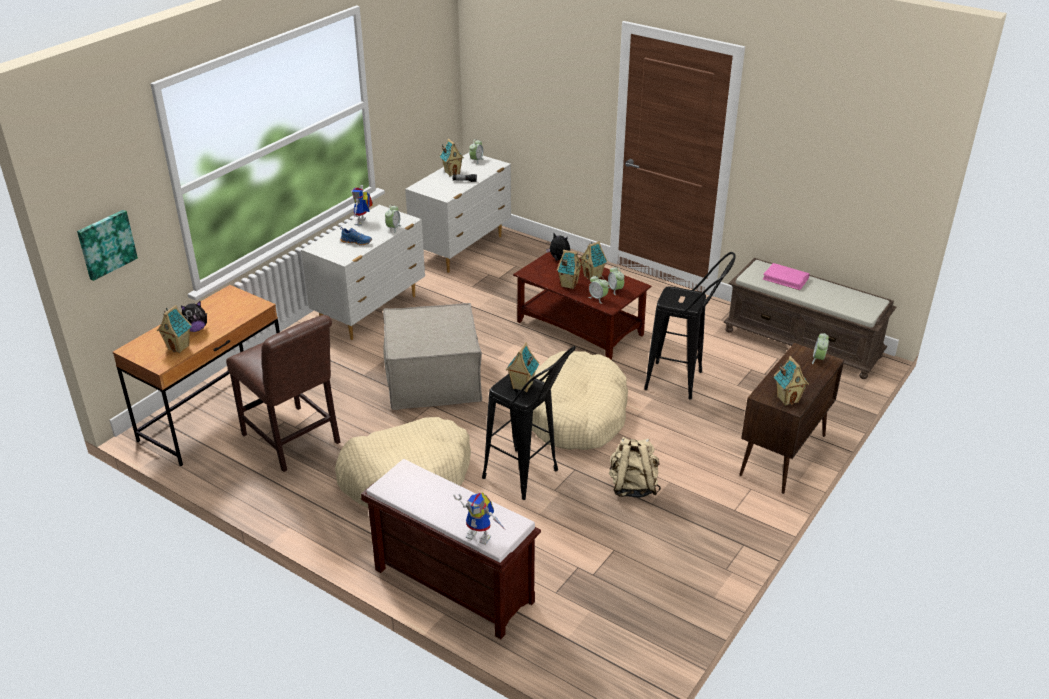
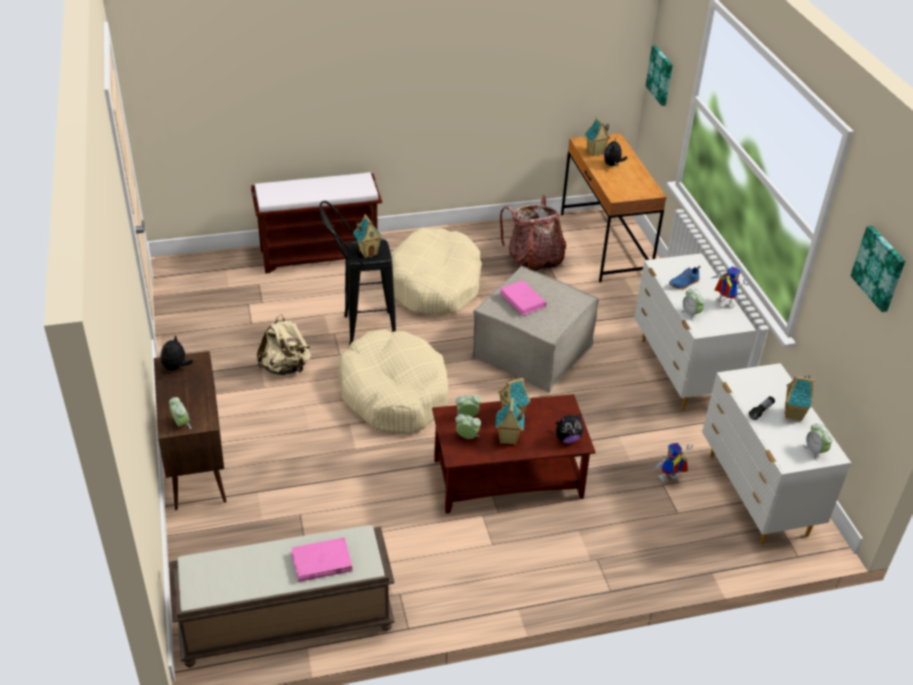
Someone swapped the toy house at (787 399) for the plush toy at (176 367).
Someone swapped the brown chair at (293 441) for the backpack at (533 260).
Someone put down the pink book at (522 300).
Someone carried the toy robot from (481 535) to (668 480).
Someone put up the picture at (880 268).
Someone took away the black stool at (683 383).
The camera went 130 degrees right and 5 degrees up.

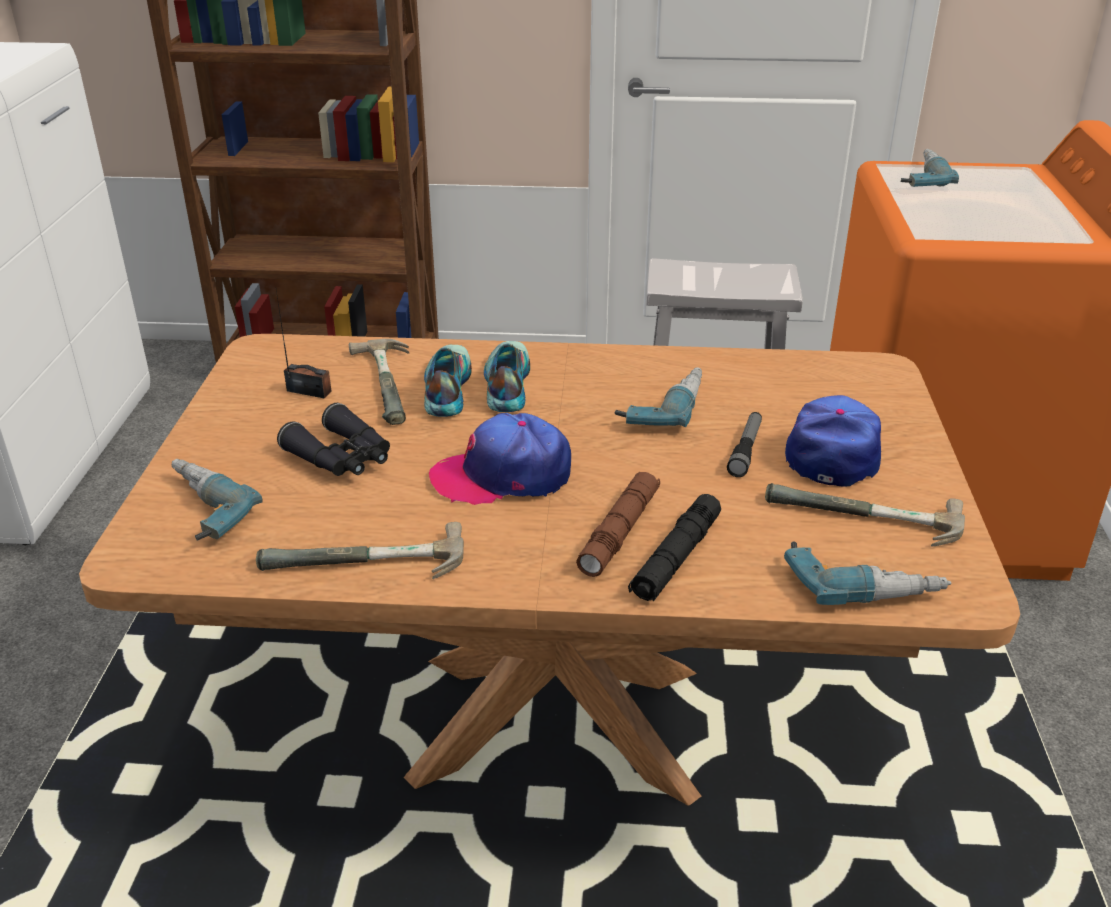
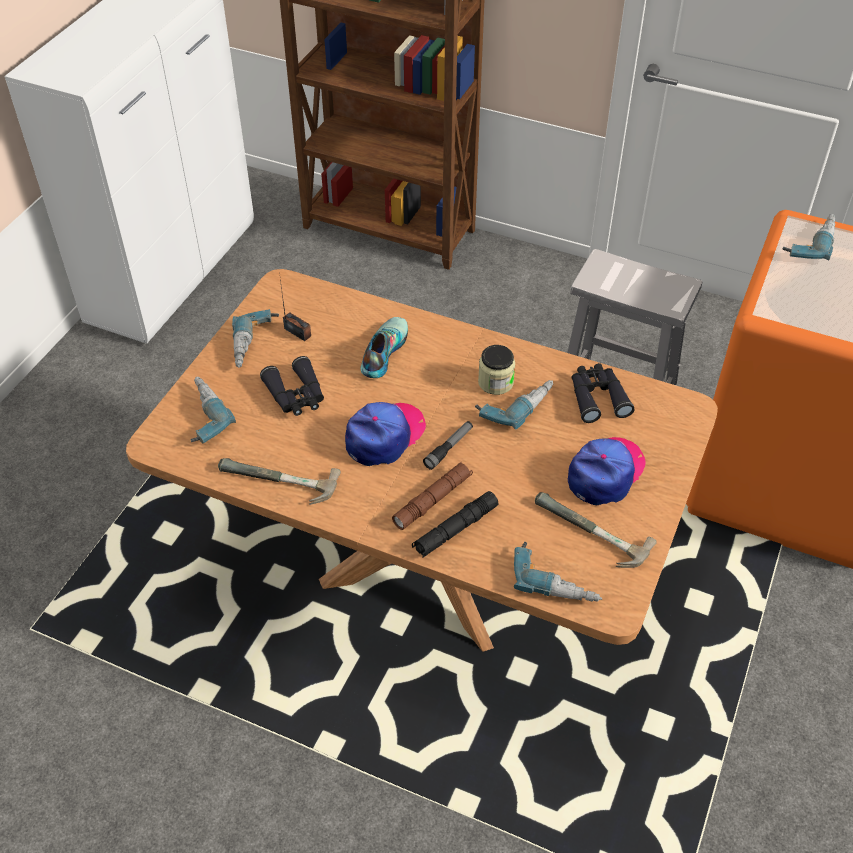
Someone put down the power drill at (256 345).
Someone rotated the cap at (502 475) by 120 degrees clockwise.
Someone carried the flashlight from (745 450) to (449 448).
Someone put down the jar at (495 382).
Someone put down the black binoculars at (597 397).
Someone took away the hammer at (394 383).
Someone took away the shoe at (505 384).
The camera went 20 degrees right and 15 degrees up.

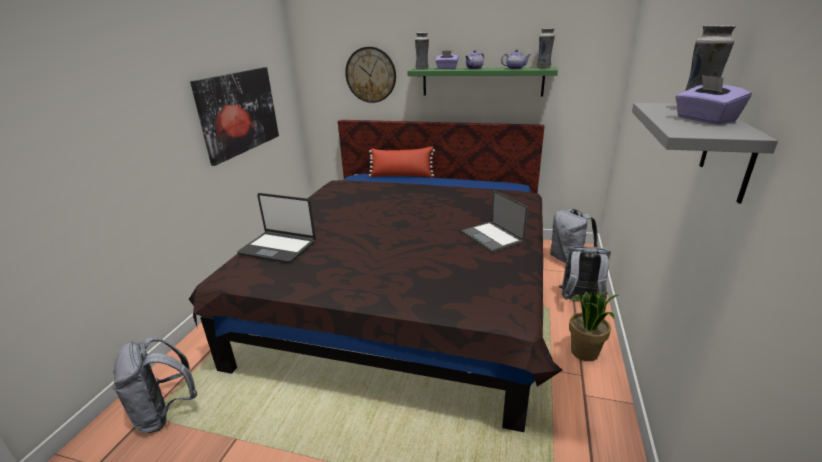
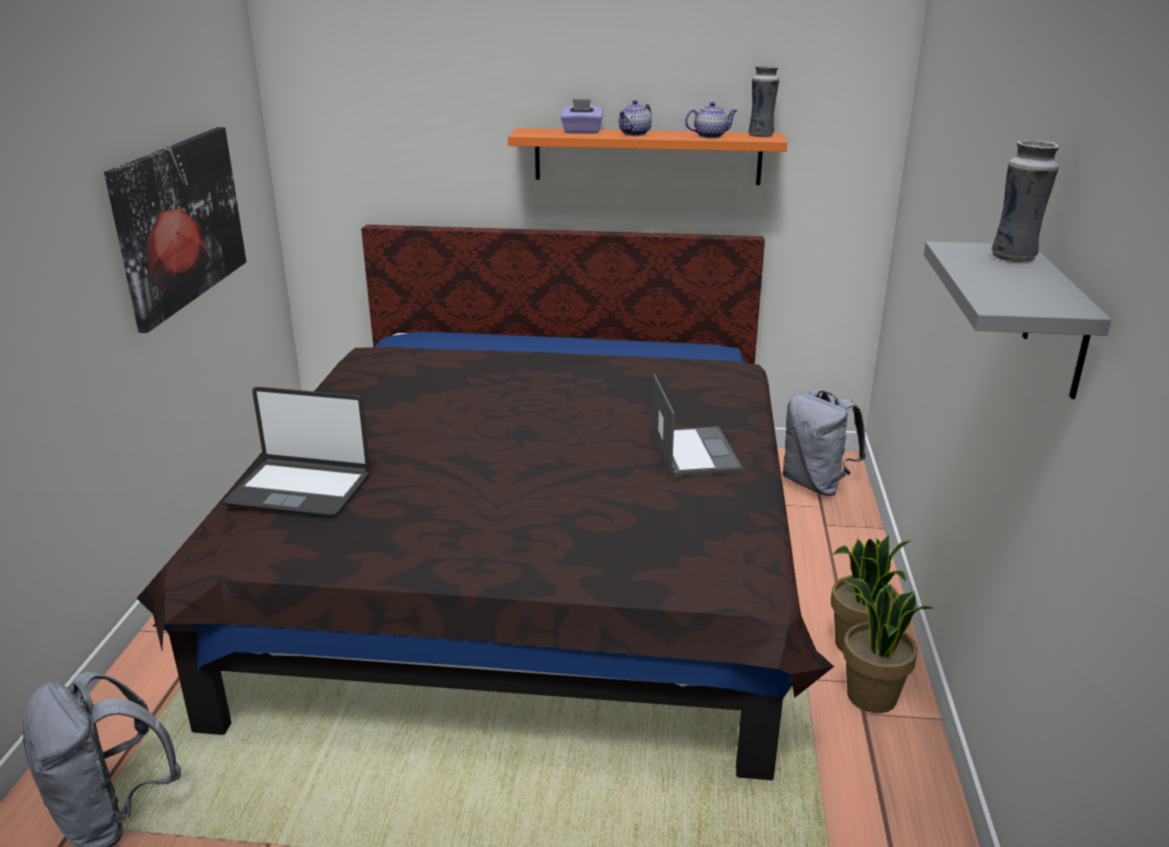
Someone repainted the green shelf at (481 82), which became the orange shelf at (647 156).
Someone rotated the laptop at (492 237) by 150 degrees counterclockwise.
Someone put down the potted plant at (871 697).
Someone took away the wall clock at (371 75).
Someone took away the red pillow at (401 176).
Someone took away the vase at (422 69).
Someone took away the grey backpack at (580 302).
Someone took away the purple tissue box at (704 120).
The camera went 10 degrees left and 0 degrees up.

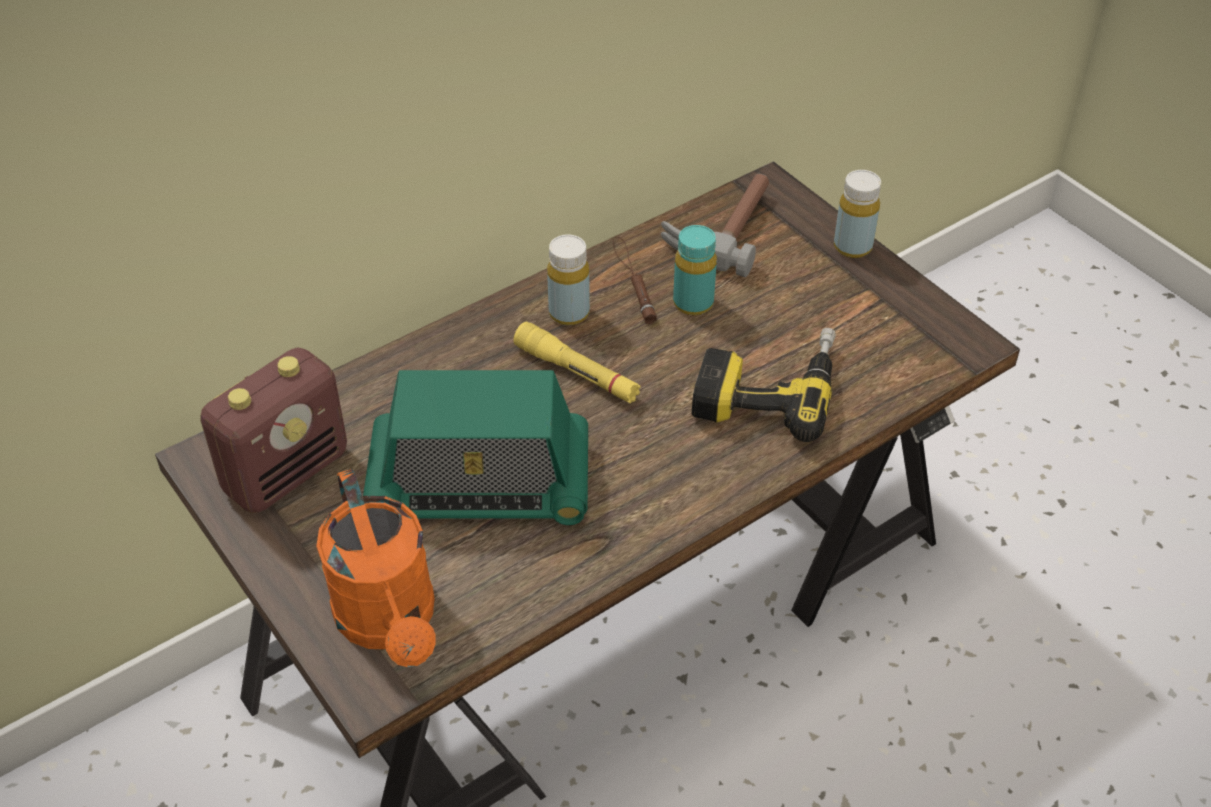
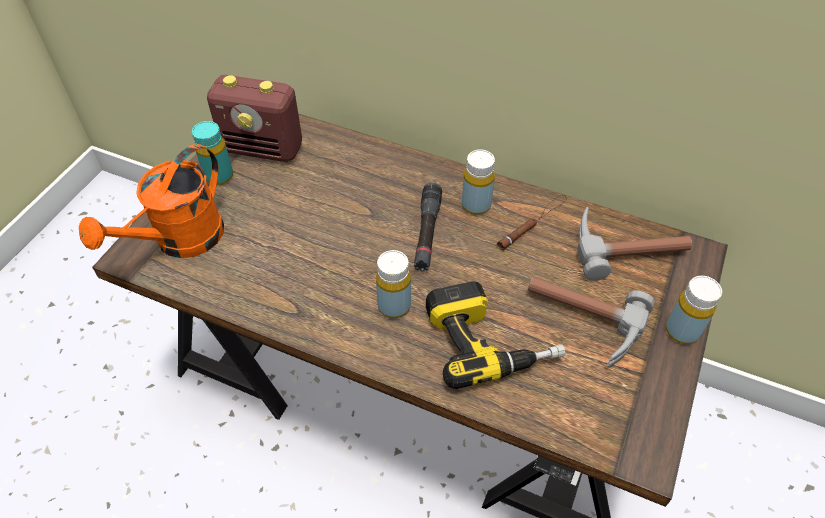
Someone carried the turquoise bottle from (693 303) to (219 176).
Someone put down the yellow bottle at (394 306).
Someone repainted the yellow flashlight at (577 373), which became the black flashlight at (427 233).
Someone put down the hammer at (580 322).
Someone took away the radio at (479 484).
The camera went 60 degrees right and 5 degrees up.

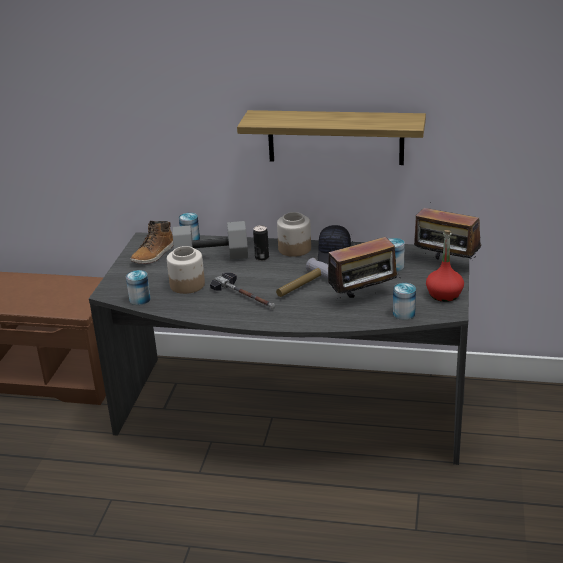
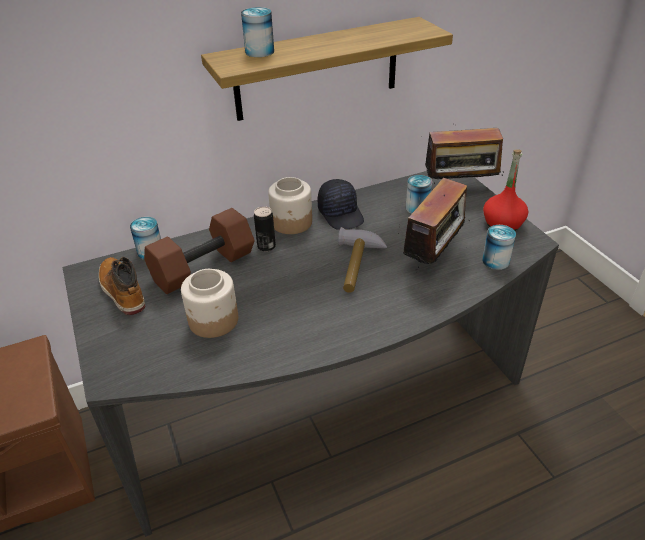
Someone rotated the boot at (154 254) by 150 degrees clockwise.
Someone repainted the grey dumbbell at (212 256), which became the brown dumbbell at (203 266).
Someone carried the can from (140 299) to (259 52).
Someone took away the hammer at (245 296).
The camera went 35 degrees left and 10 degrees up.

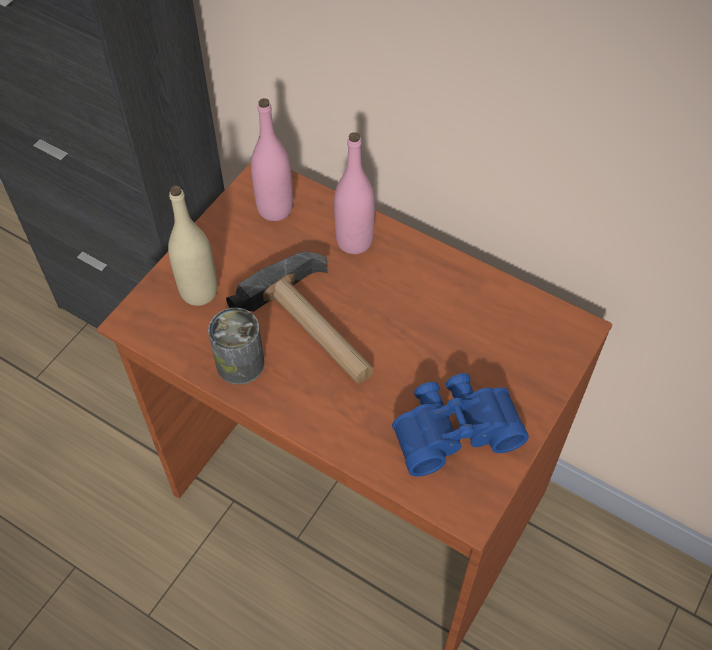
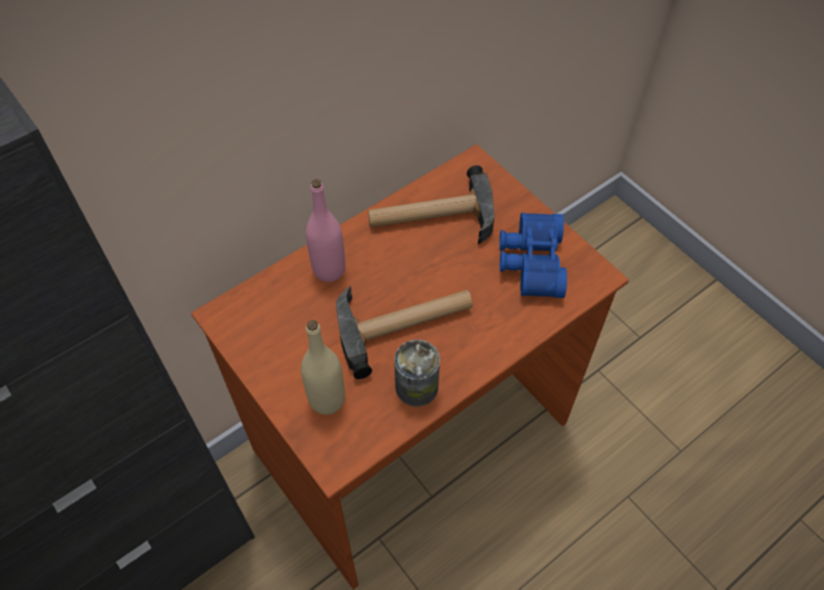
Someone put down the hammer at (431 217).
Someone took away the pink bottle at (275 208).
The camera went 70 degrees left and 0 degrees up.

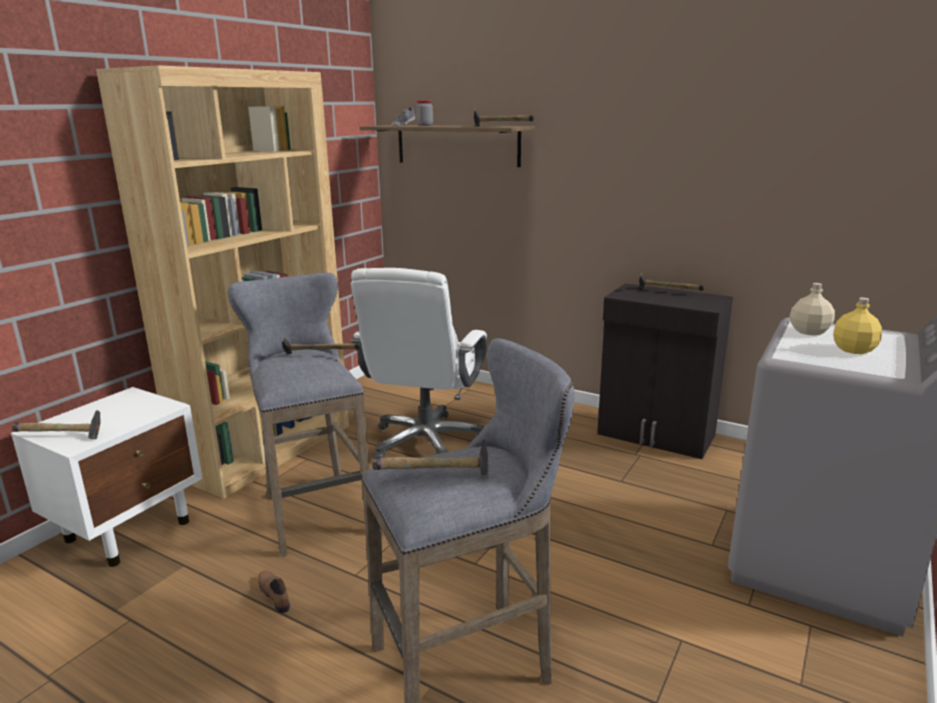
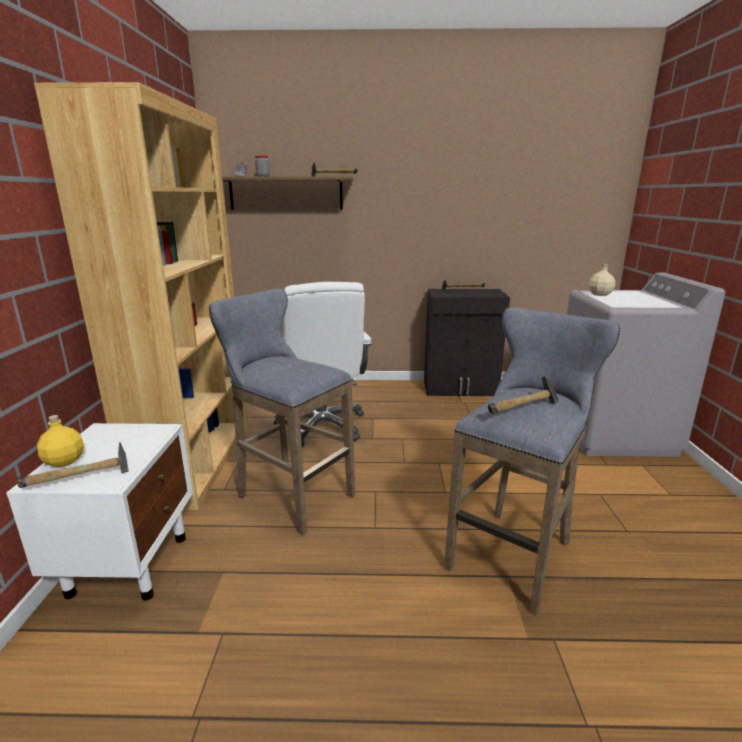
Someone carried the yellow bottle from (854 350) to (64 461).
Someone took away the brown shoe at (275 593).
Someone took away the hammer at (320 355).
The camera went 30 degrees left and 0 degrees up.

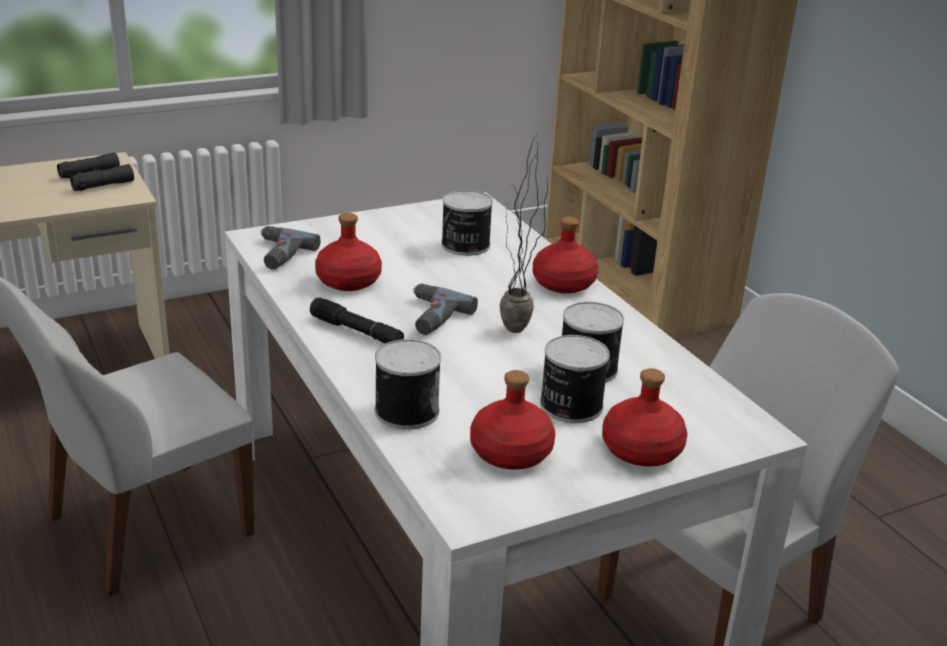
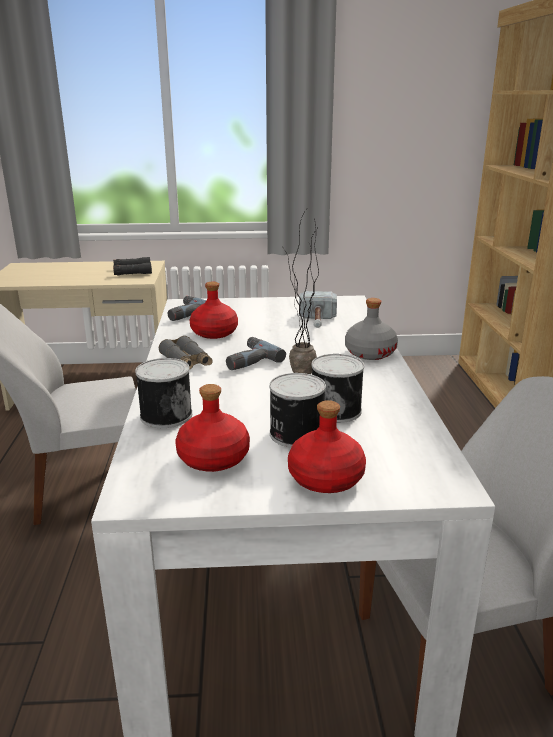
Someone swapped the black flashlight at (357 332) for the grey binoculars at (187 362).
Someone swapped the can at (465 245) for the hammer at (317 322).
Someone repainted the red bottle at (563 283), which became the grey bottle at (369 353).
The camera went 25 degrees right and 5 degrees down.

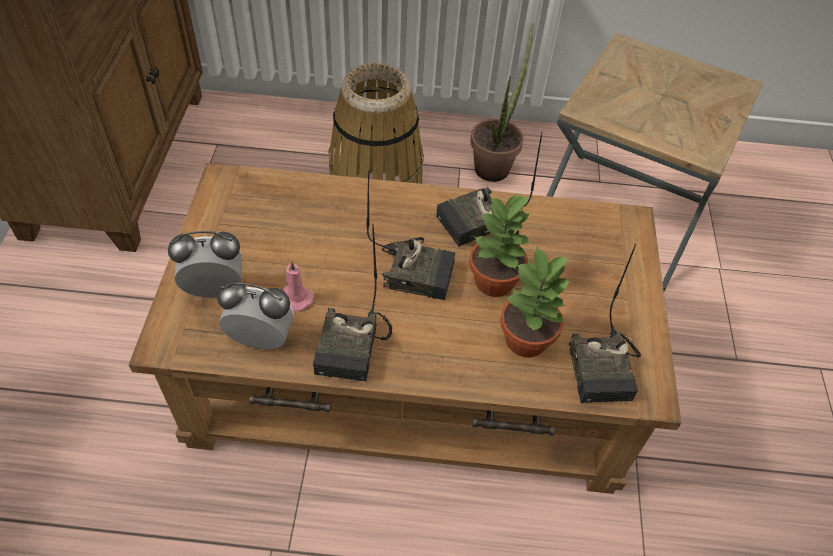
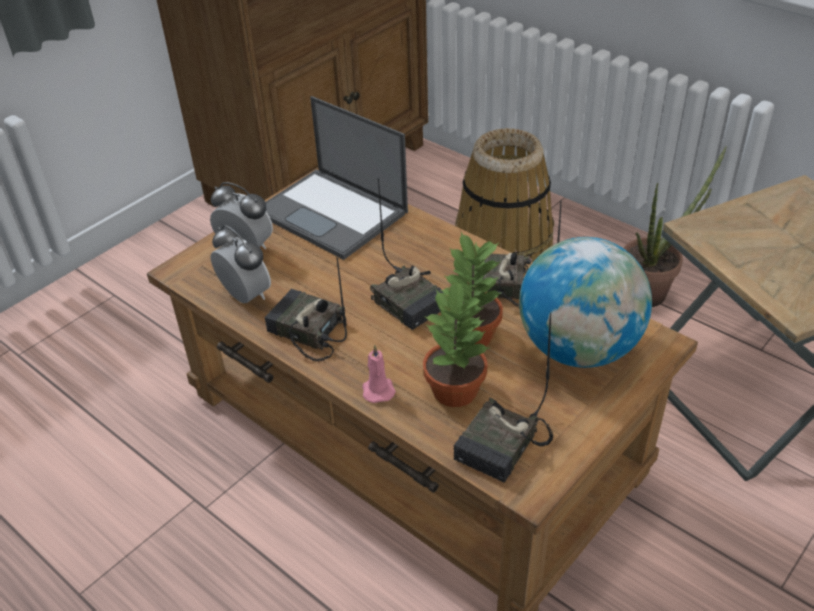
Someone put down the laptop at (333 213).
Someone rotated the radio at (353 348) by 75 degrees clockwise.
Someone carried the pink candle from (295 297) to (378 389).
Someone put down the globe at (579 349).
The camera went 40 degrees right and 10 degrees down.

